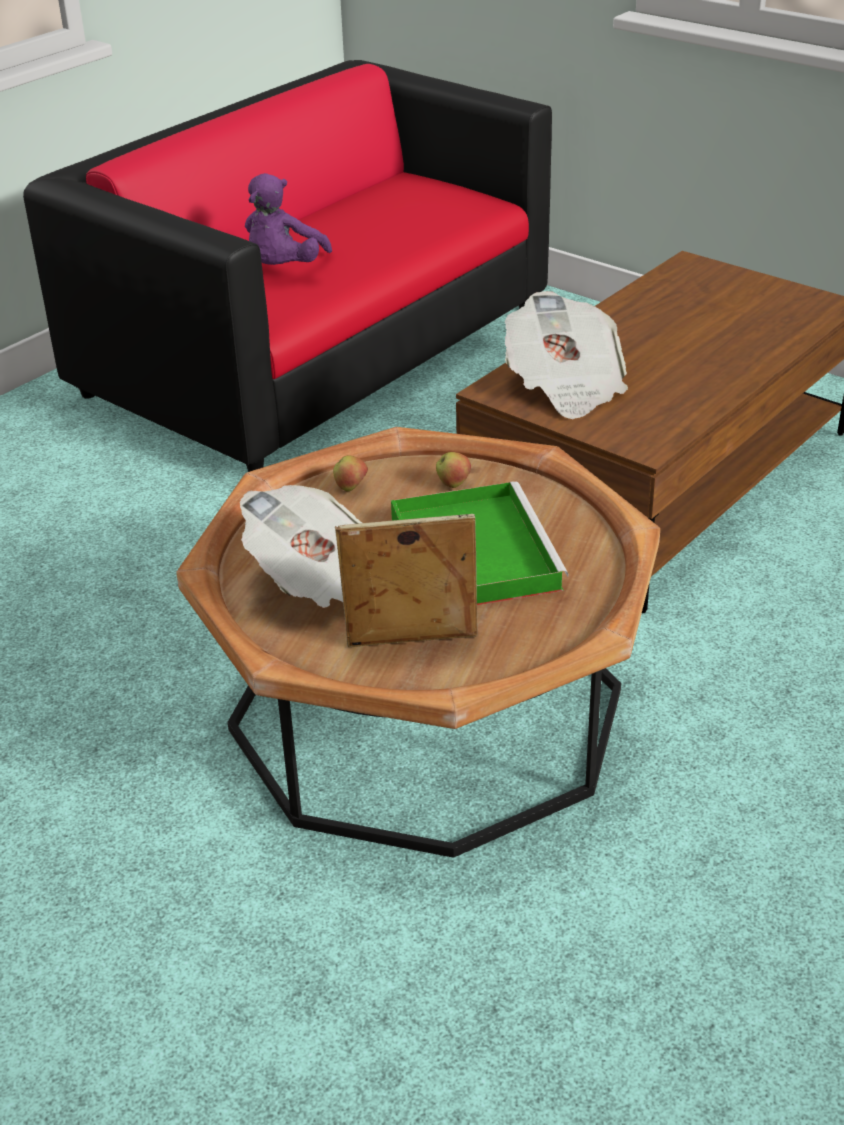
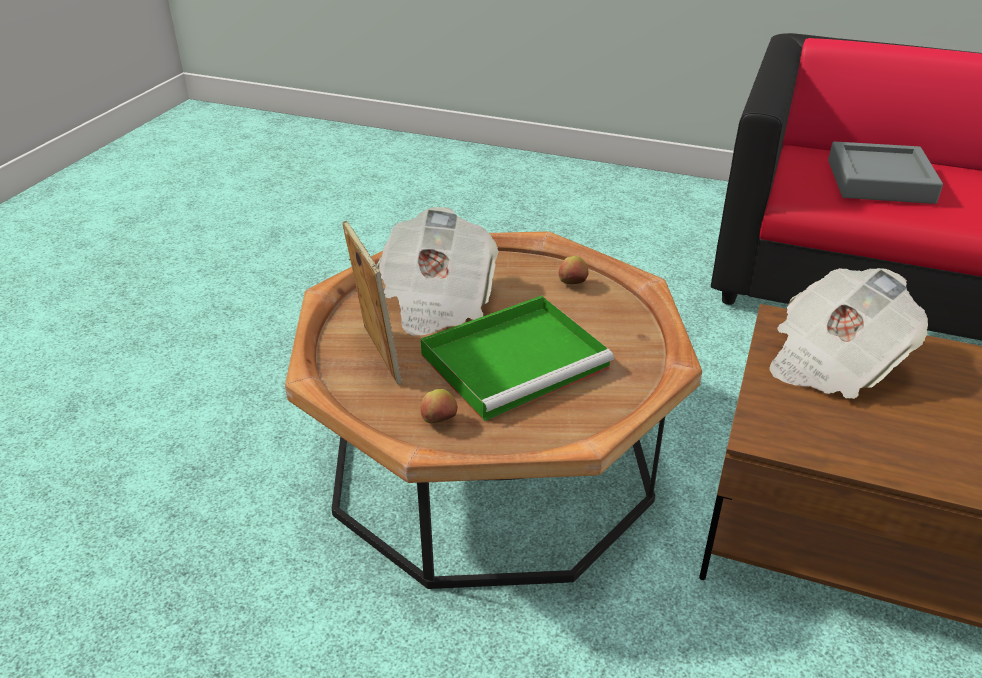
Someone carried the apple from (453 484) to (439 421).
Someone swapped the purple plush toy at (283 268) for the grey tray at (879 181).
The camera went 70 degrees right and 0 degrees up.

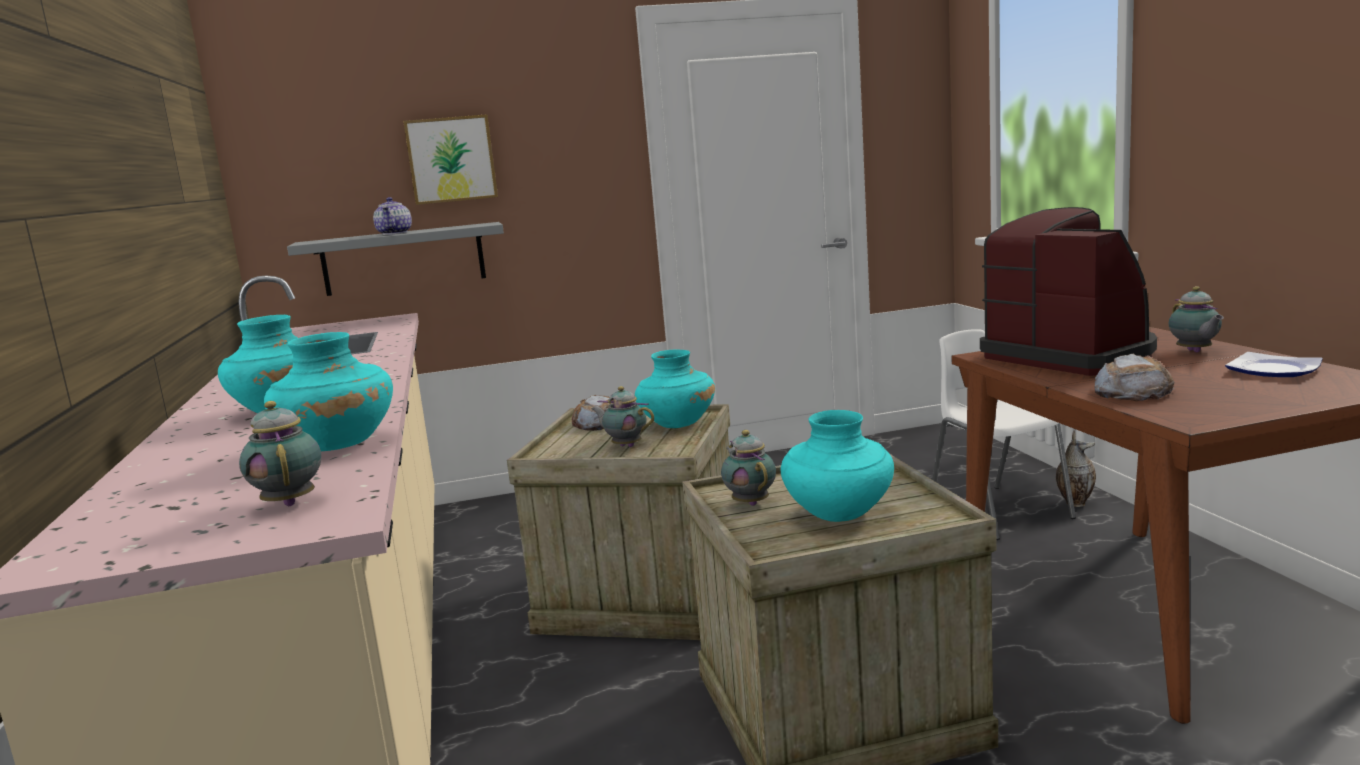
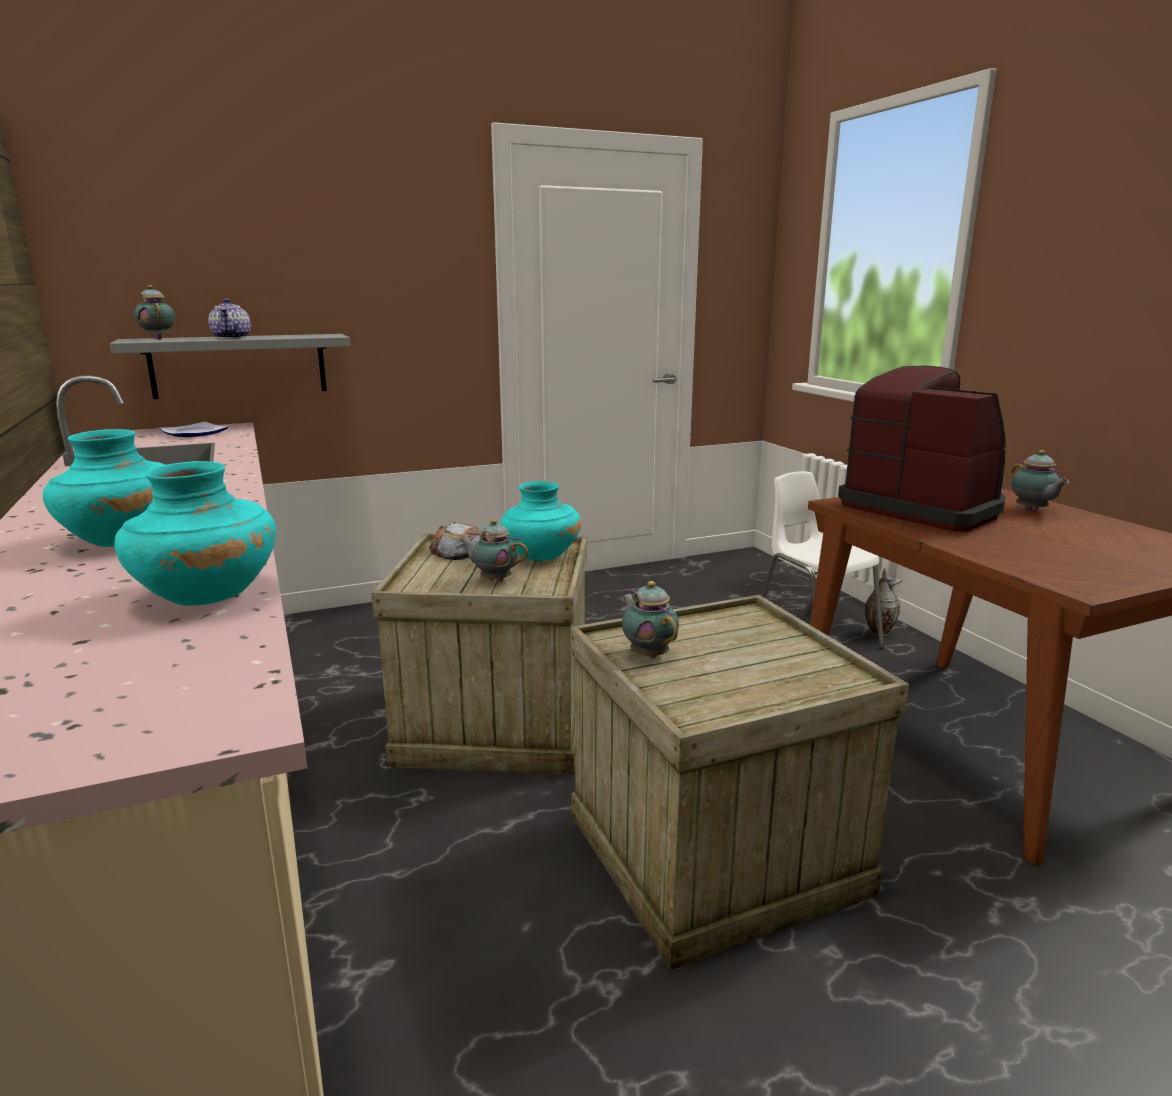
Someone carried the teapot from (290 502) to (158 339).
Someone carried the plate from (1275 370) to (196 433).
Someone took away the picture at (451 159).
Someone took away the turquoise vase at (839 514).
Someone took away the bread at (1132 391).
The camera went 10 degrees left and 5 degrees up.

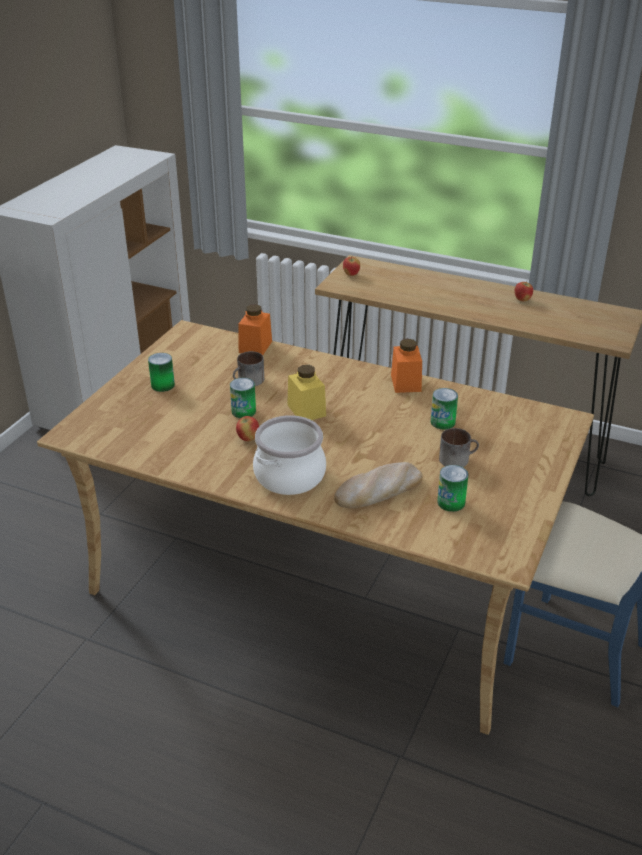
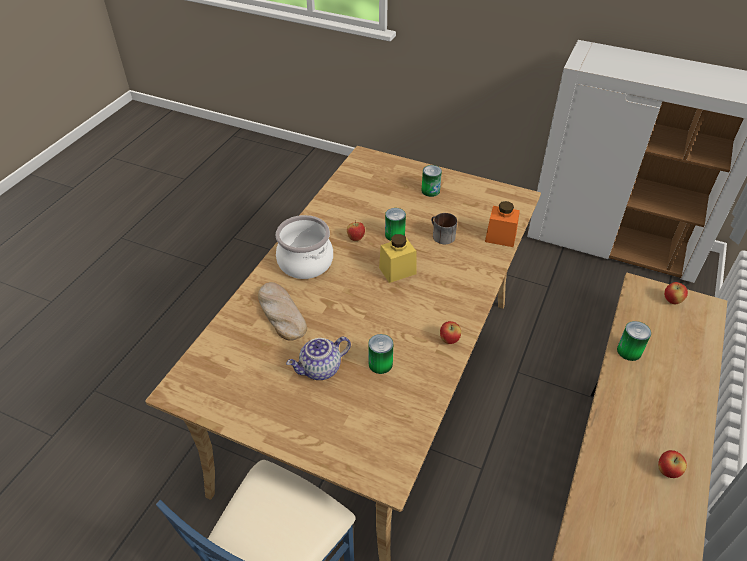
Someone swapped the mug at (457 458) for the teapot at (320 370).
Someone swapped the orange jar at (406 383) for the apple at (449 340).
Someone carried the can from (451 502) to (629 351).
The camera went 90 degrees right and 10 degrees up.

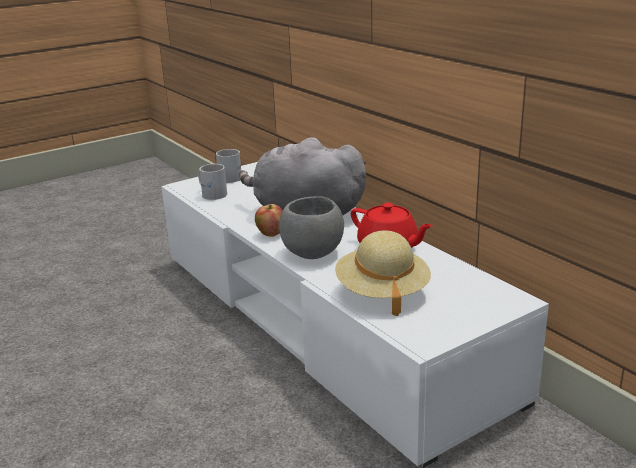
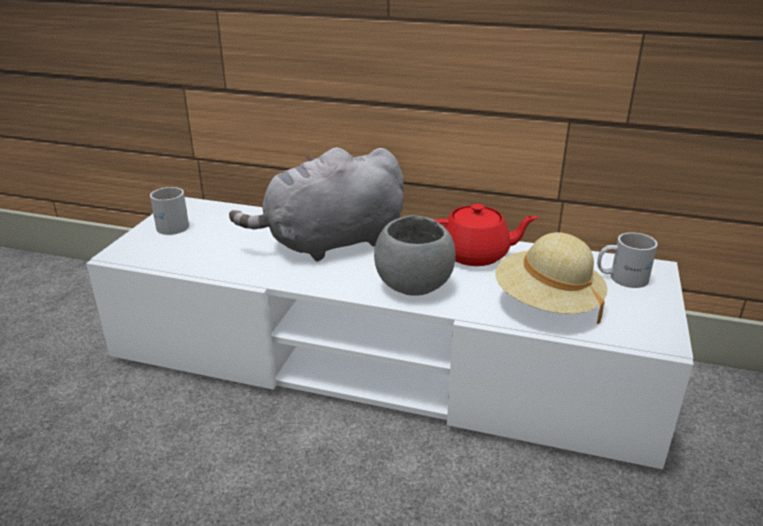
Someone carried the white mug from (212 193) to (621 277).
Someone took away the apple at (271 234).
The camera went 40 degrees left and 5 degrees up.

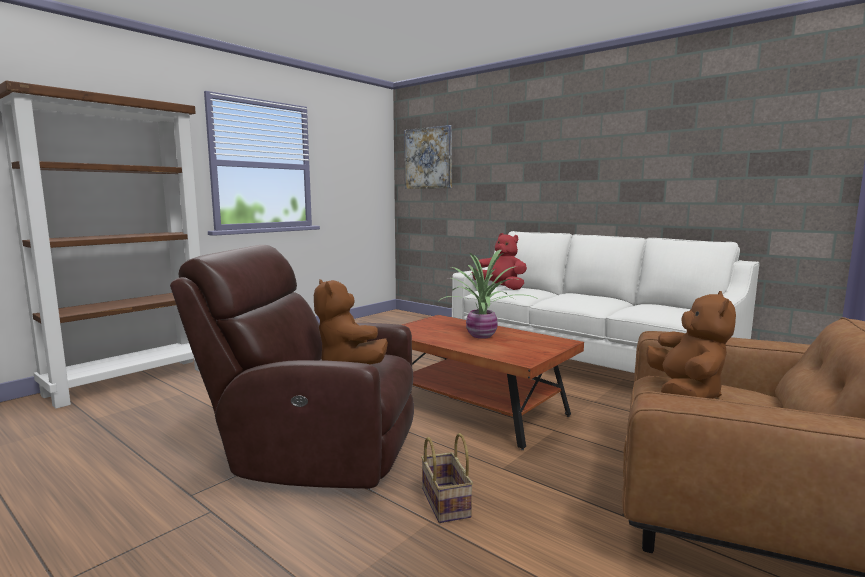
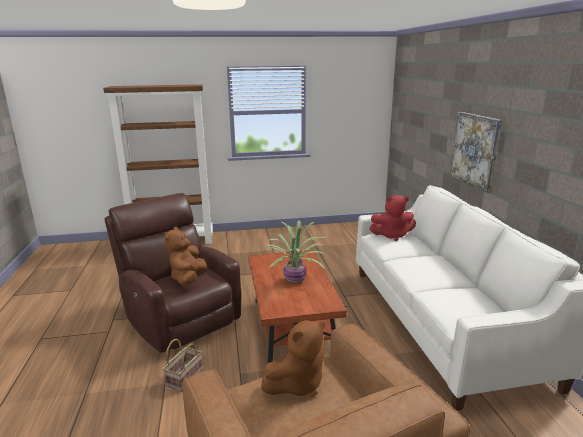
Someone rotated the red plush toy at (501 288) by 105 degrees clockwise.
Someone carried the picture from (428 158) to (475 150).
The camera went 40 degrees right and 10 degrees up.

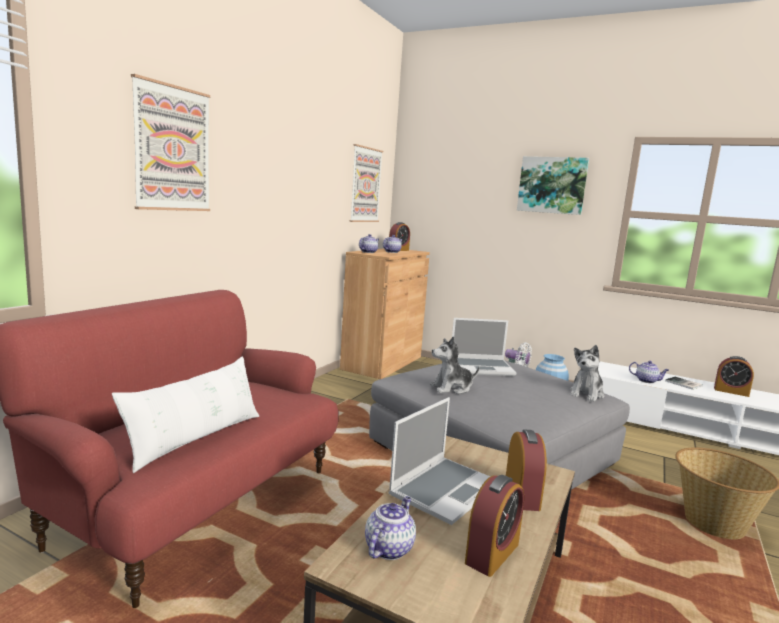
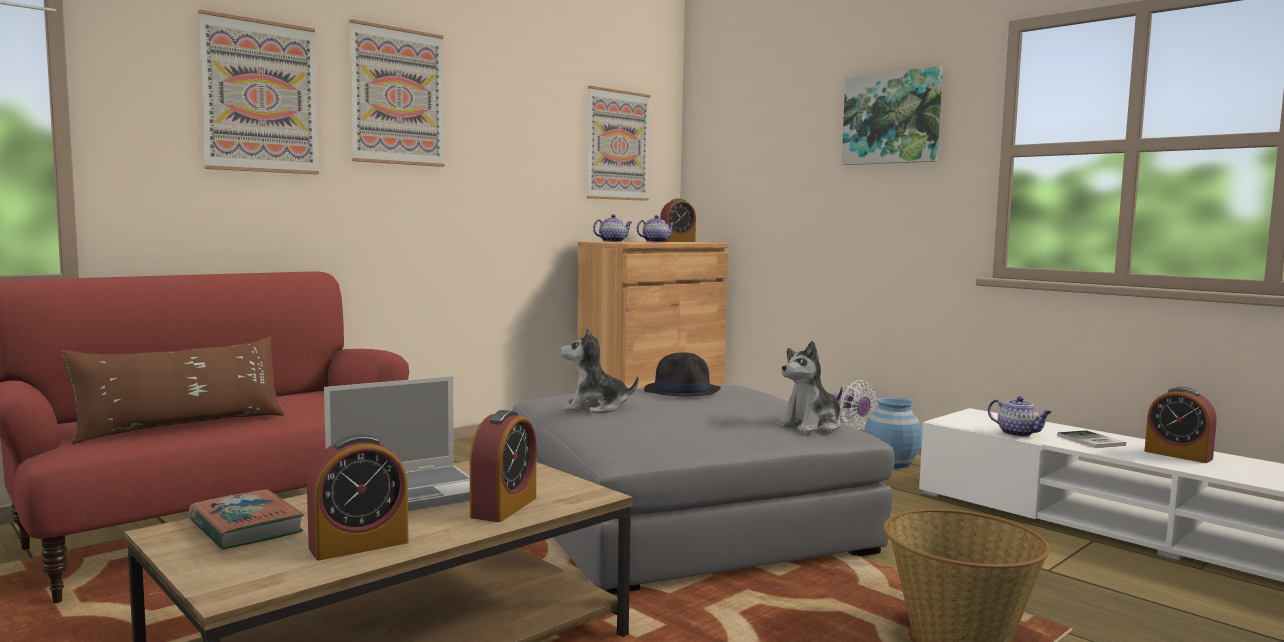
Someone repainted the white pillow at (196 439), which became the brown pillow at (182 426).
Someone swapped the teapot at (389 548) for the book at (245 527).
Someone put up the picture at (397 96).
Someone swapped the laptop at (482 368) for the black hat at (682 390).
The camera went 20 degrees right and 5 degrees down.

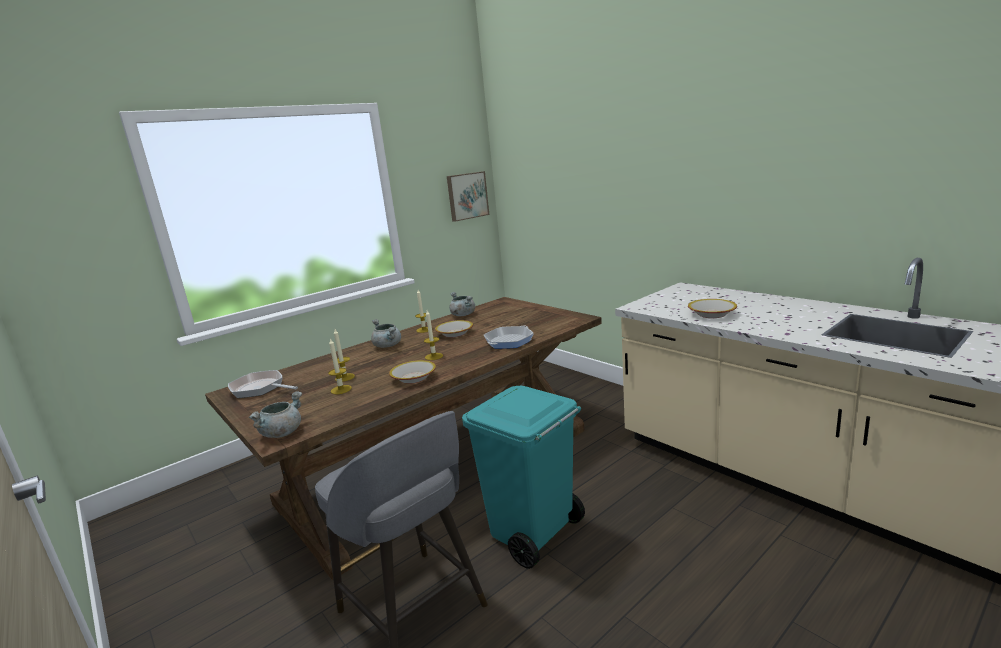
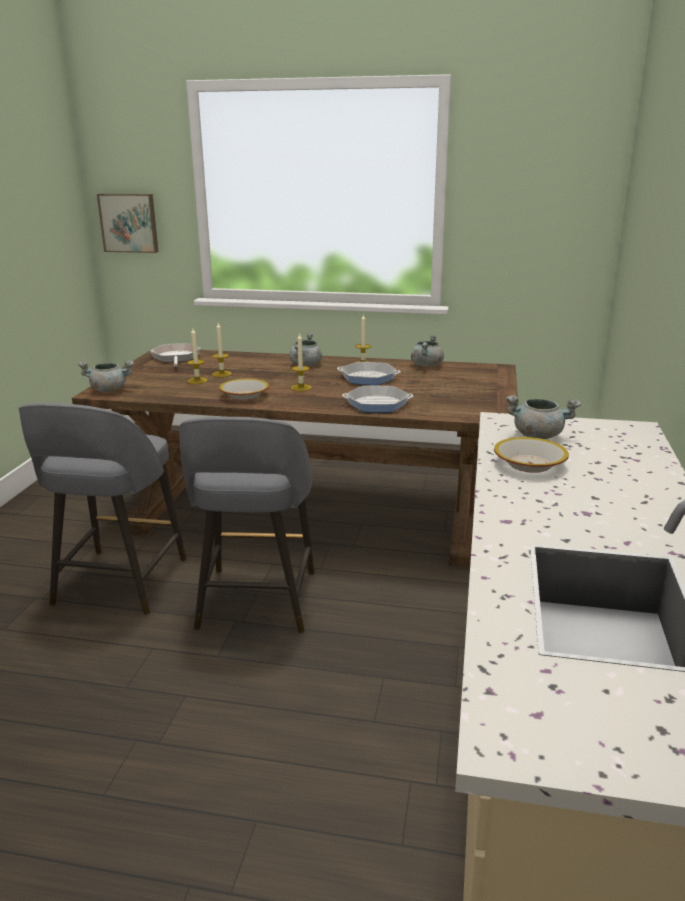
Someone carried the picture from (467 196) to (129 223).
Someone swapped the turquoise trash can at (532 534) for the grey stool at (256 602).
Someone swapped the bowl at (455 334) for the frying pan at (368 378).
Someone put down the grey cooking pot at (538 435).
The camera went 50 degrees right and 5 degrees up.

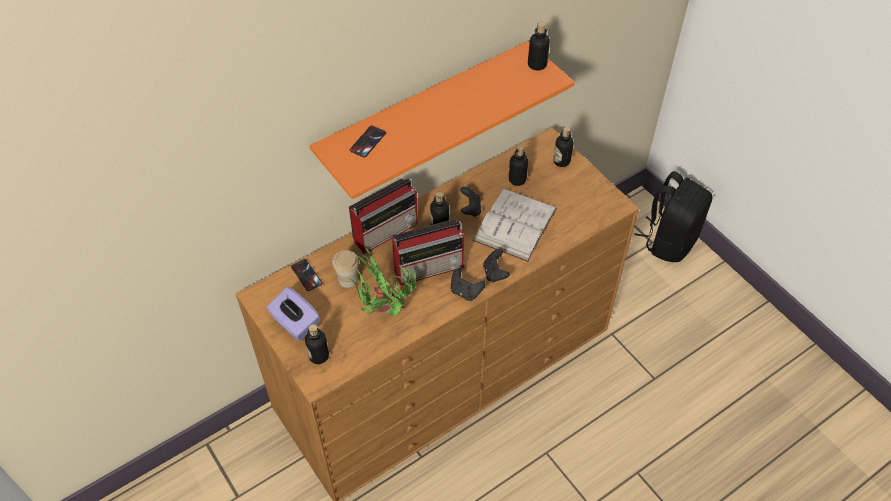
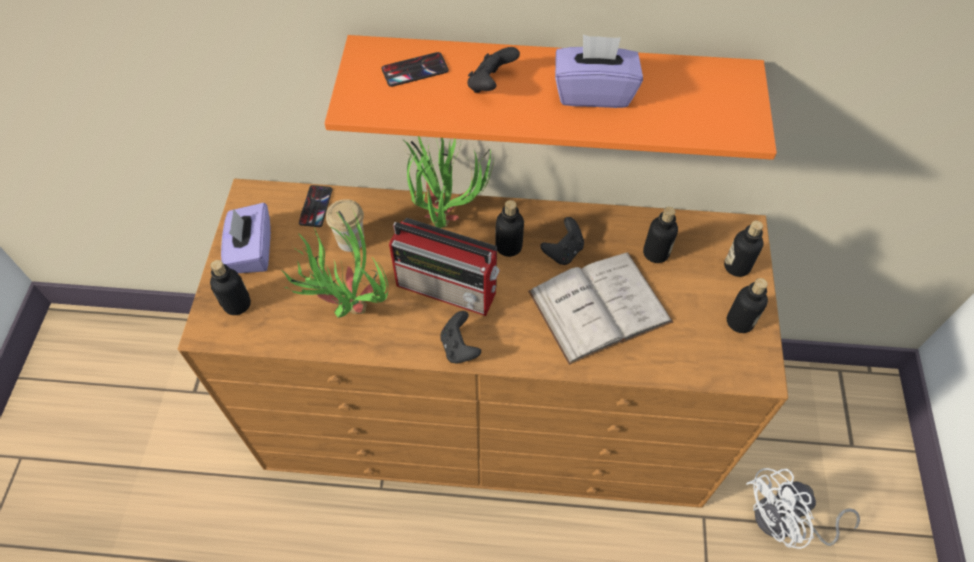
Someone swapped the radio at (386 231) for the potted plant at (445 214).
Someone carried the black game controller from (495 273) to (491 84).
Someone put down the purple tissue box at (593 92).
Someone carried the bottle from (537 64) to (740 321).
Someone put down the white fan at (785 522).
Someone took away the black backpack at (669 241).
The camera went 40 degrees right and 5 degrees up.

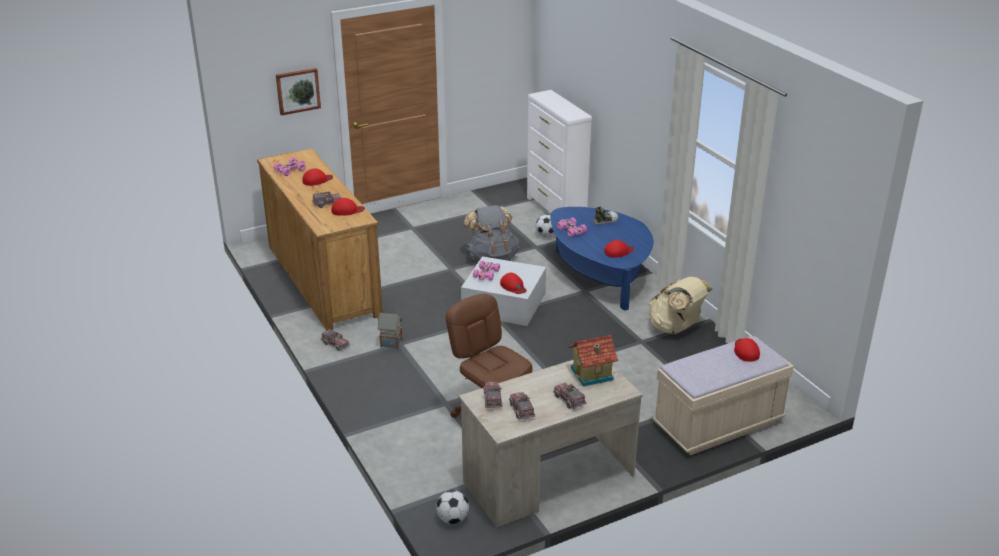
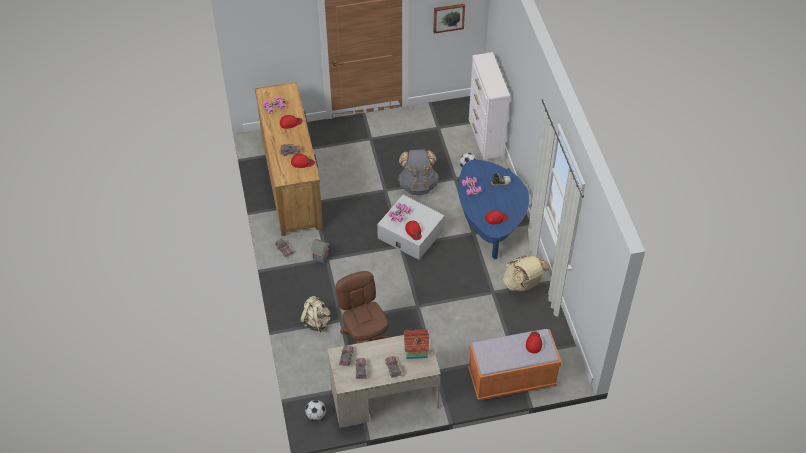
Someone put down the beige backpack at (316 322).
Someone carried the picture from (298 91) to (448 17).
Someone repainted the beige bench at (718 425), which became the orange bench at (511 379).
The camera went 15 degrees right and 20 degrees up.

